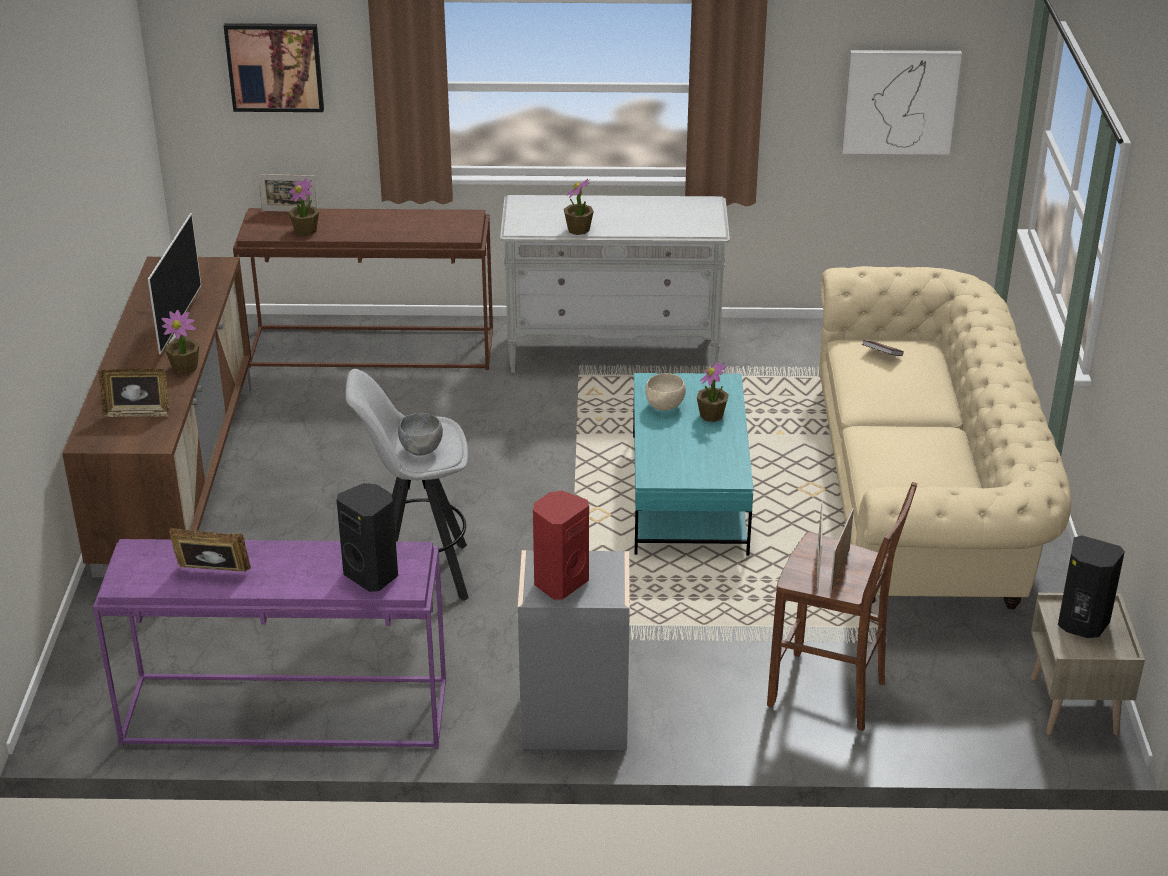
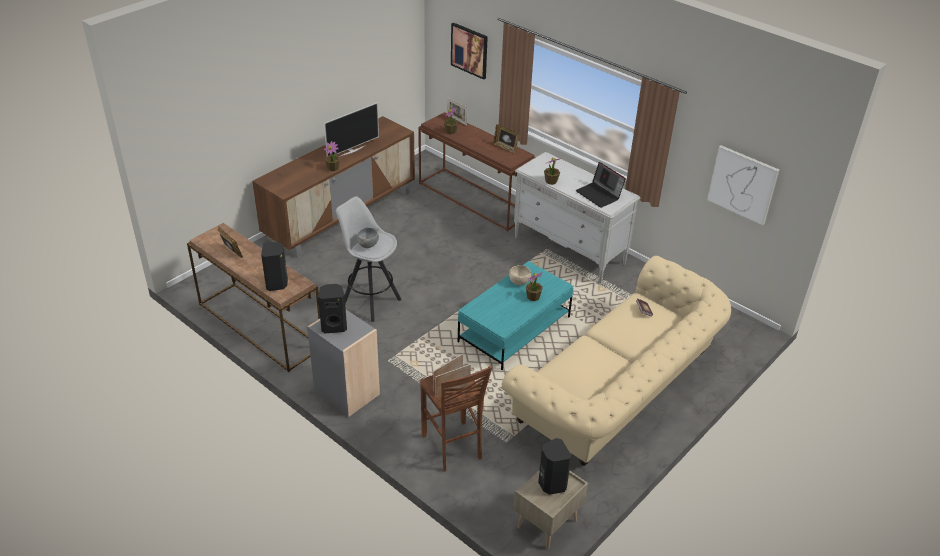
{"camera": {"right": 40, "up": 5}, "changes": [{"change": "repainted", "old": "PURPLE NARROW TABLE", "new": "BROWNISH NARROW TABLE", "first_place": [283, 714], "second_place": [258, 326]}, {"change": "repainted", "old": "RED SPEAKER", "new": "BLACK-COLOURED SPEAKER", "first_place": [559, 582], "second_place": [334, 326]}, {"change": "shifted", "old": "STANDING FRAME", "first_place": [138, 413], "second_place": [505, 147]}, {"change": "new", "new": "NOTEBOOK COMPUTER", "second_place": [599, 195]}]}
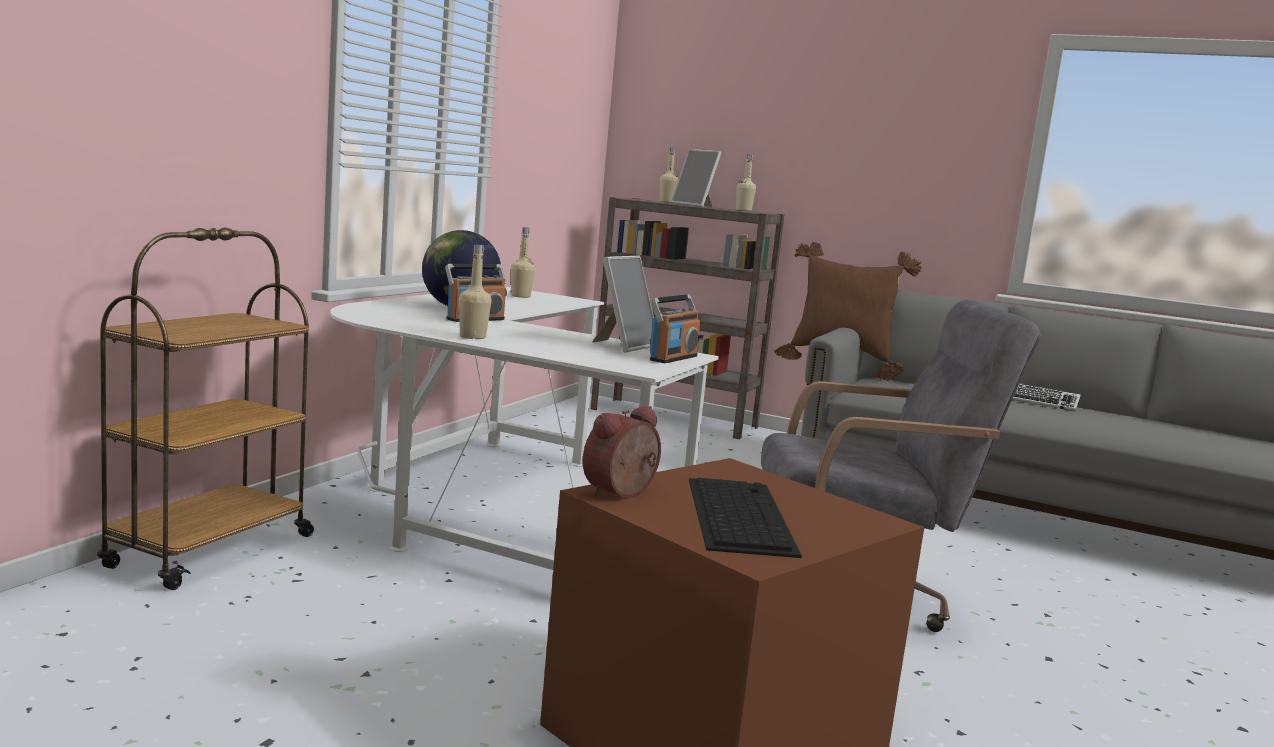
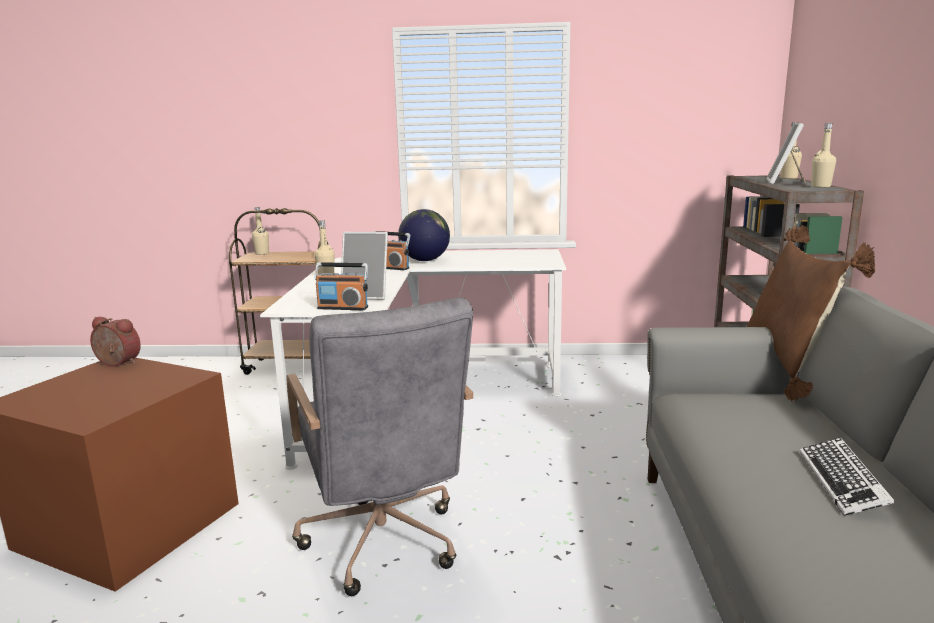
{"camera": {"right": 70, "up": 5}, "changes": [{"change": "shifted", "old": "SAND-COLOURED DRINK BOTTLE", "first_place": [520, 296], "second_place": [262, 253]}, {"change": "gone", "old": "KEYBOARD", "first_place": [738, 514]}]}
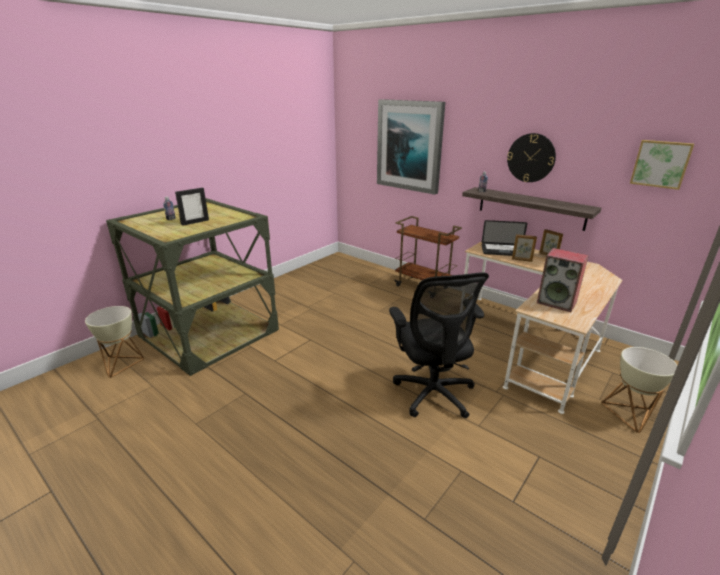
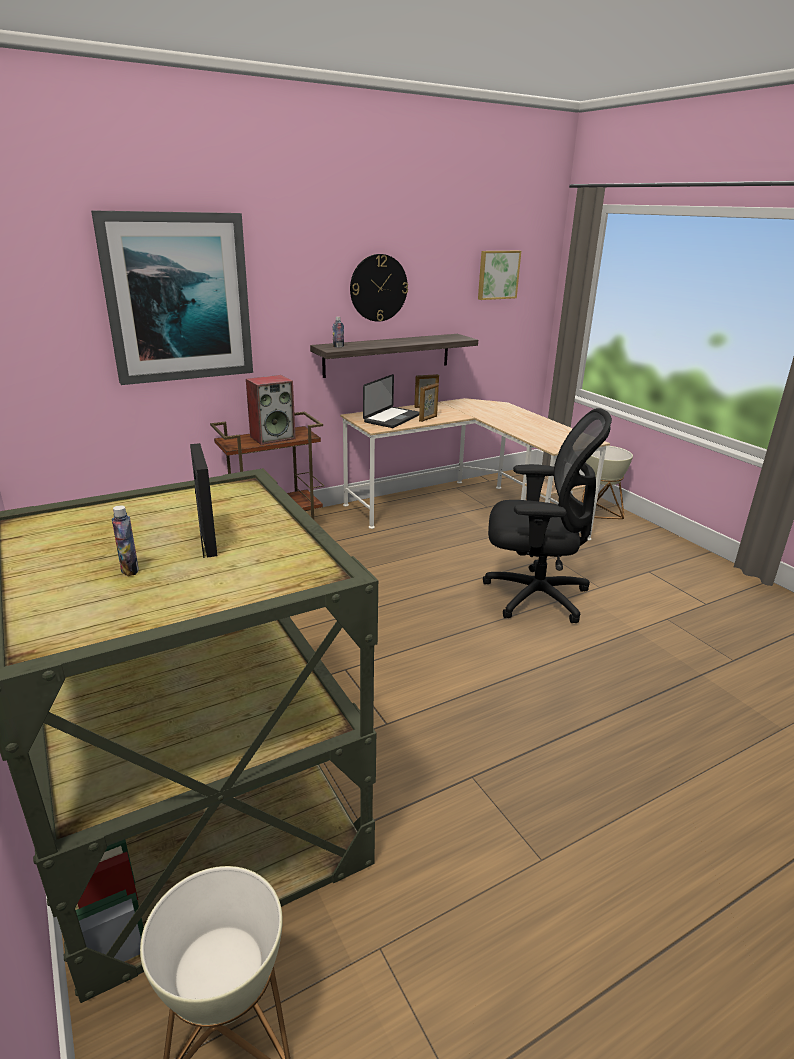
{"camera": {"right": -70, "up": 0}, "changes": [{"change": "shifted", "old": "SPEAKER", "first_place": [557, 302], "second_place": [273, 437]}]}
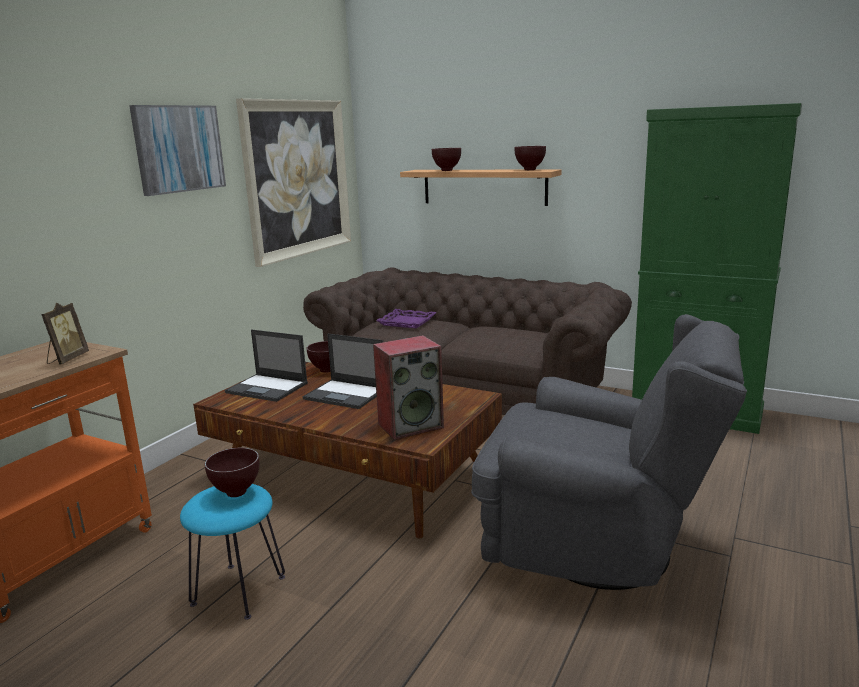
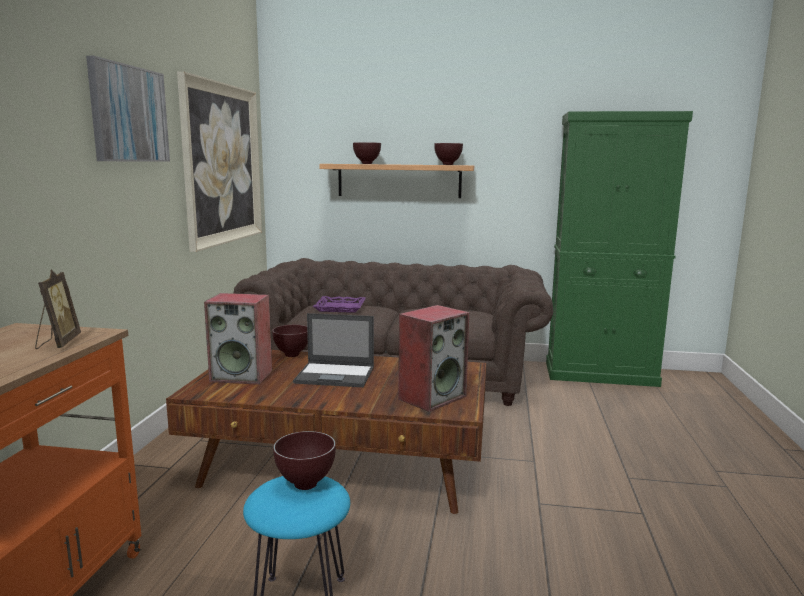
{"camera": {"right": -20, "up": -5}, "changes": [{"change": "swapped", "old": "NOTEBOOK COMPUTER", "new": "SPEAKER", "first_place": [268, 388], "second_place": [242, 376]}, {"change": "gone", "old": "GREY LOUNGE CHAIR", "first_place": [597, 547]}]}
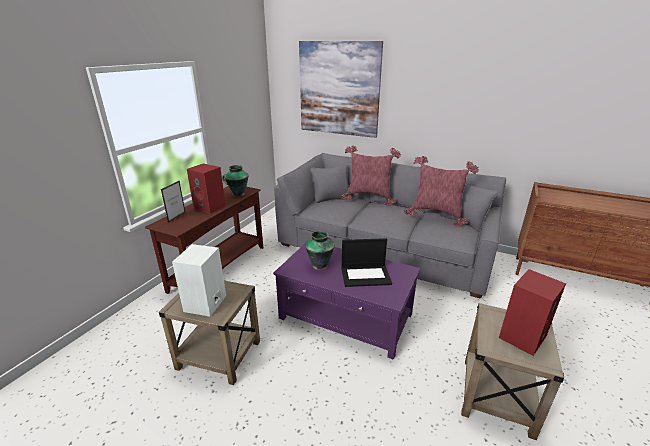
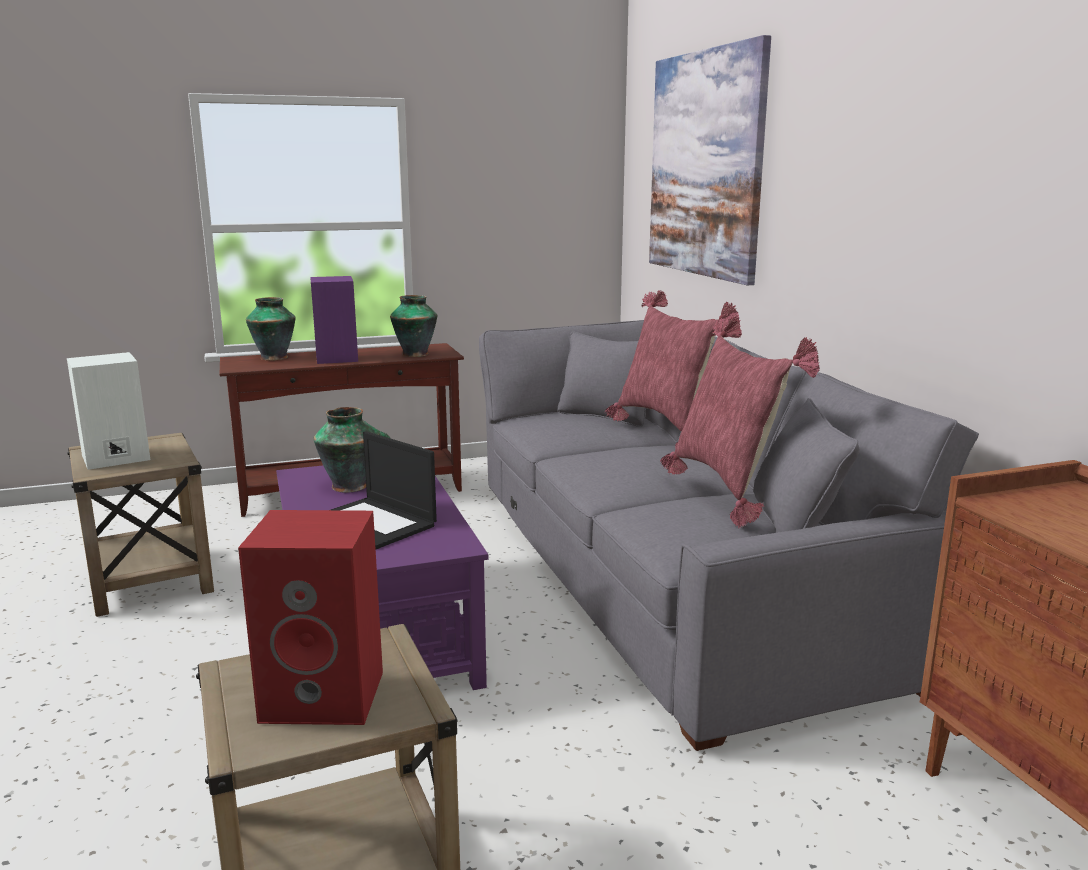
{"camera": {"right": 45, "up": -10}, "changes": [{"change": "swapped", "old": "STANDING FRAME", "new": "DECORATIVE VASE", "first_place": [177, 217], "second_place": [274, 357]}, {"change": "repainted", "old": "RED SPEAKER", "new": "PURPLE SPEAKER", "first_place": [210, 207], "second_place": [338, 358]}]}
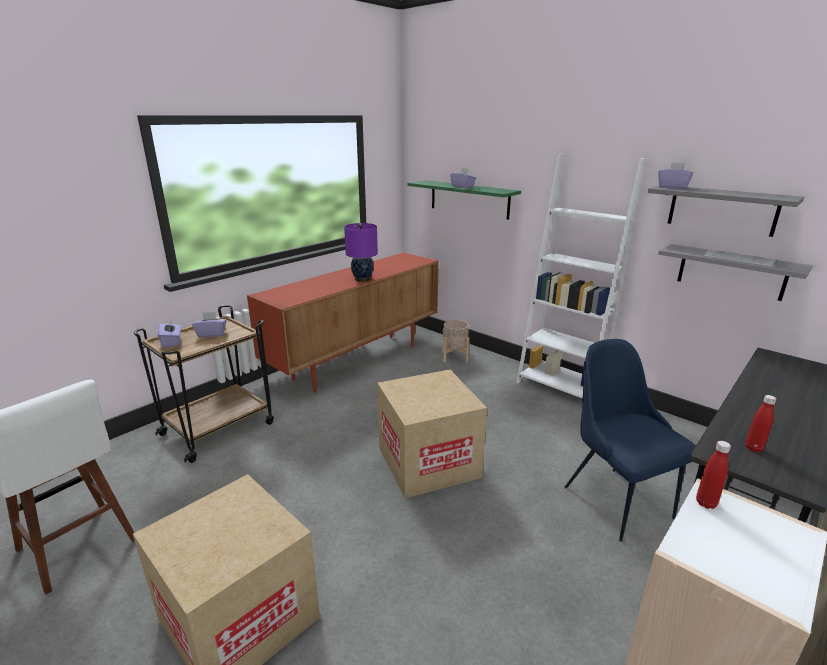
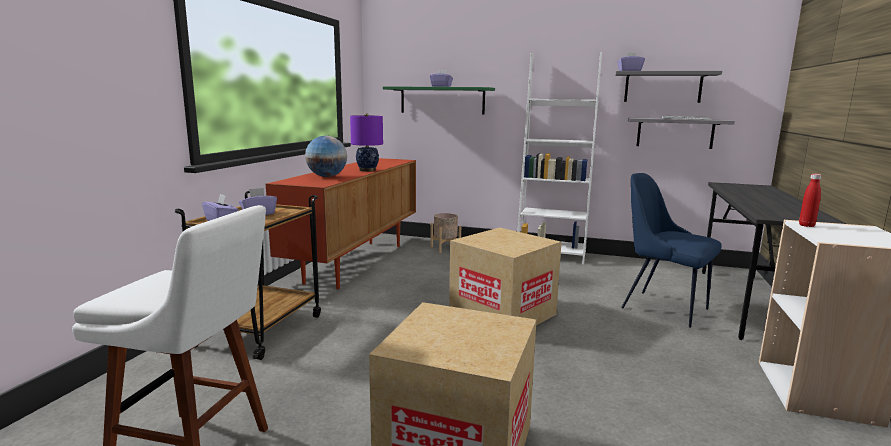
{"camera": {"right": -25, "up": -10}, "changes": [{"change": "new", "new": "GLOBE", "second_place": [327, 176]}, {"change": "gone", "old": "RED DRINK BOTTLE", "first_place": [753, 448]}]}
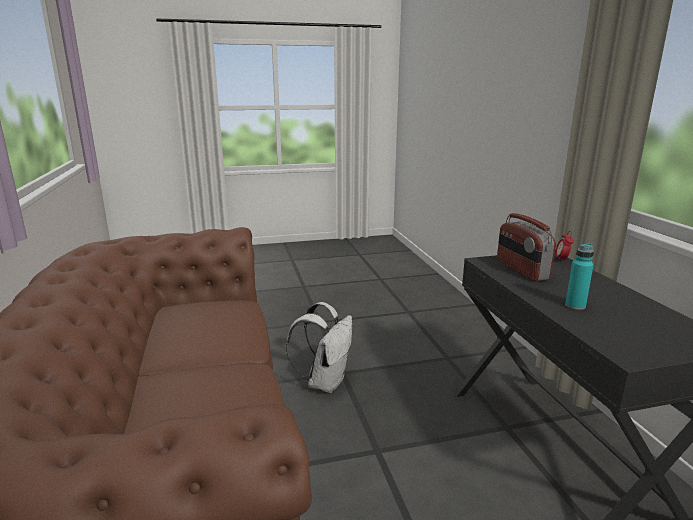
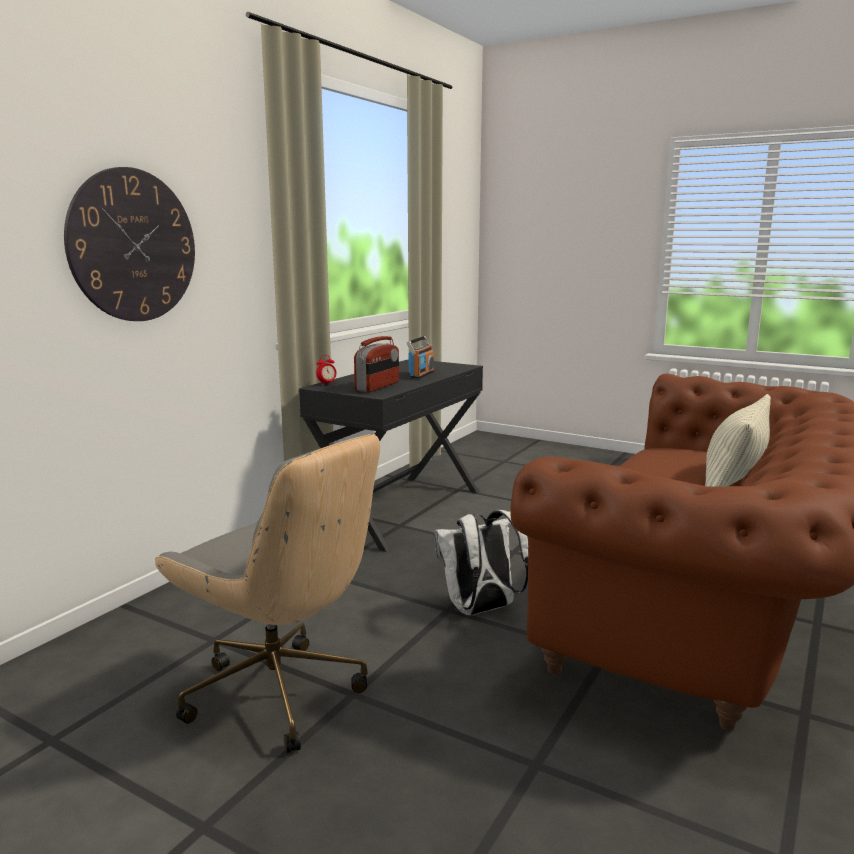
{"camera": {"right": -135, "up": -5}, "changes": [{"change": "new", "new": "CLOCK ON THE WALL", "second_place": [133, 246]}, {"change": "new", "new": "GREY DESK CHAIR", "second_place": [279, 698]}, {"change": "swapped", "old": "TURQUOISE-COLOURED DRINK BOTTLE", "new": "RADIO SET", "first_place": [575, 305], "second_place": [421, 374]}, {"change": "new", "new": "CUSHION", "second_place": [733, 482]}]}
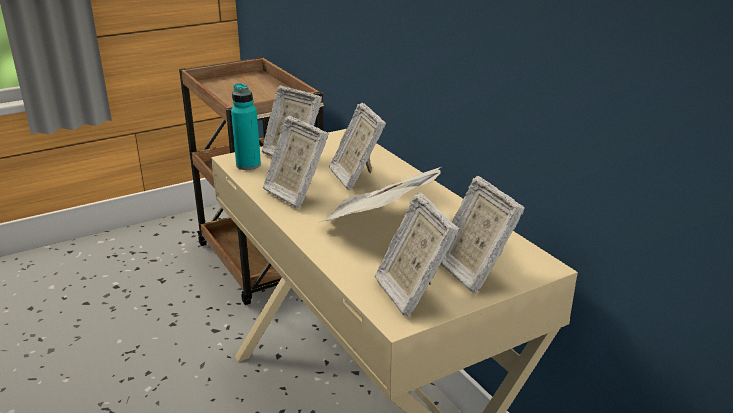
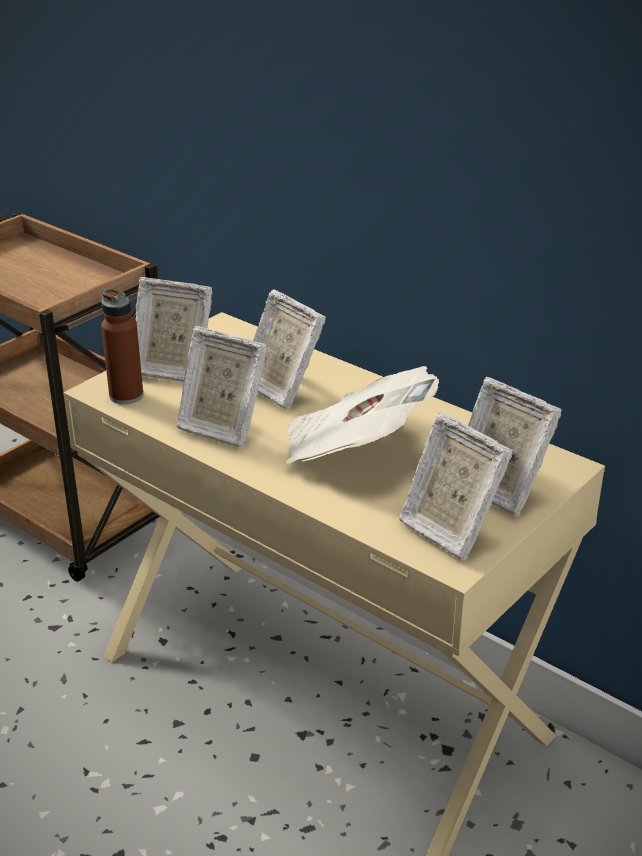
{"camera": {"right": -20, "up": 5}, "changes": [{"change": "repainted", "old": "TURQUOISE-COLOURED DRINK BOTTLE", "new": "BROWNISH DRINK BOTTLE", "first_place": [248, 165], "second_place": [126, 396]}]}
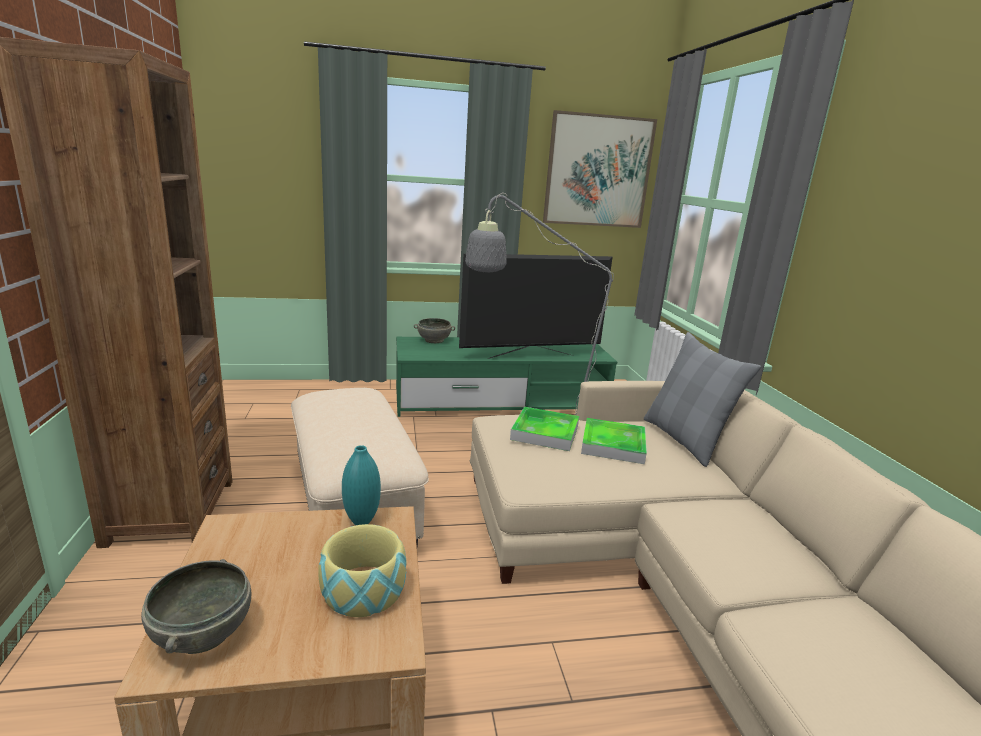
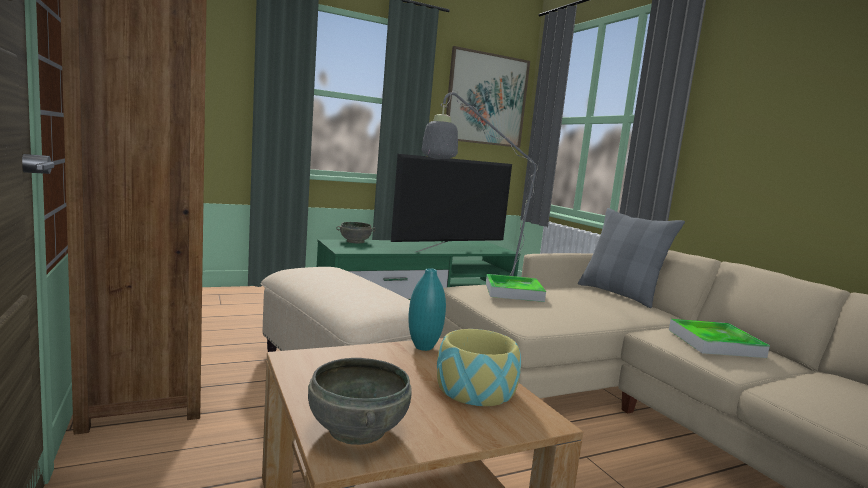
{"camera": {"right": -15, "up": -10}, "changes": [{"change": "shifted", "old": "SERVING TRAY", "first_place": [613, 445], "second_place": [715, 343]}]}
